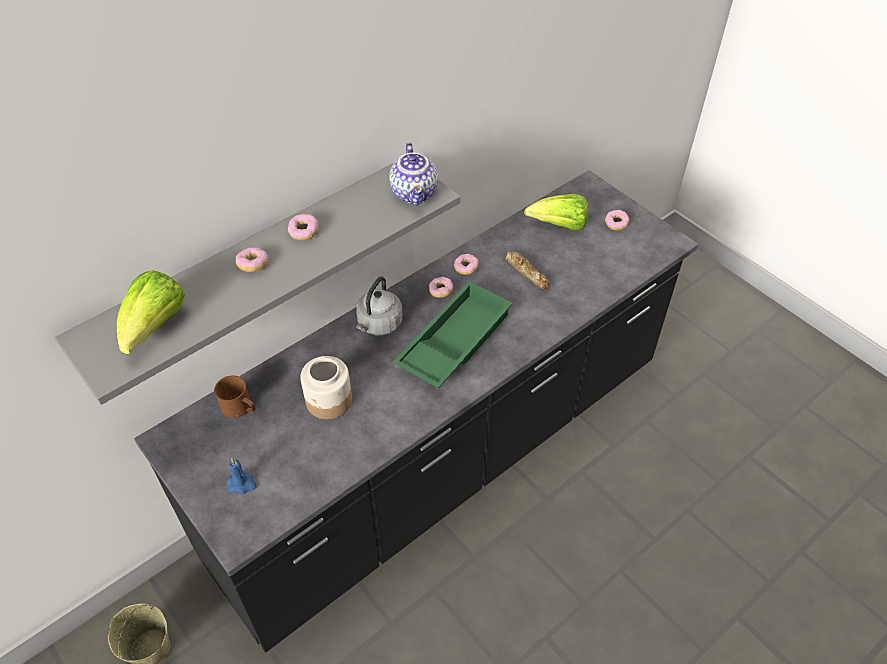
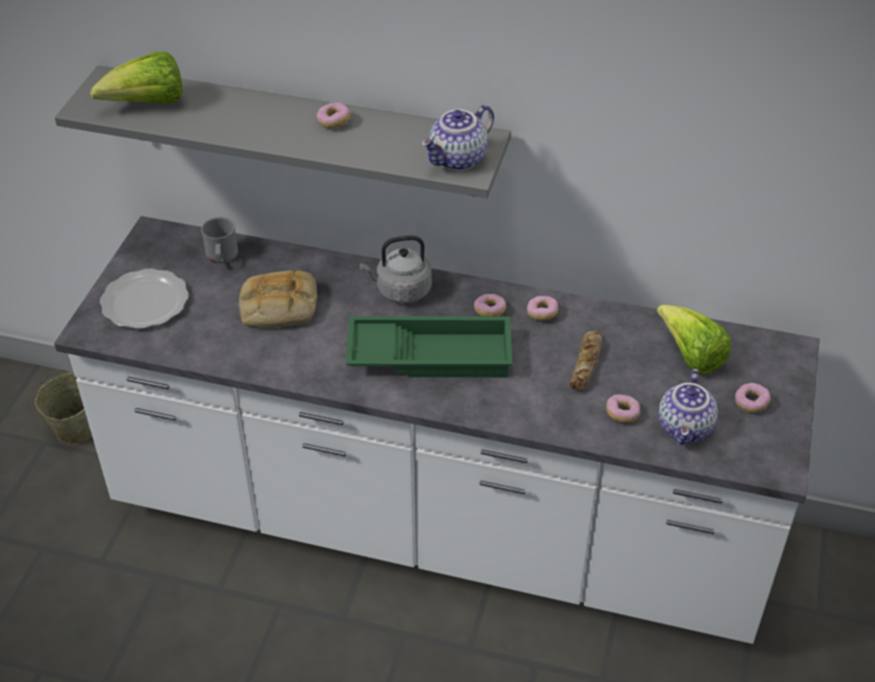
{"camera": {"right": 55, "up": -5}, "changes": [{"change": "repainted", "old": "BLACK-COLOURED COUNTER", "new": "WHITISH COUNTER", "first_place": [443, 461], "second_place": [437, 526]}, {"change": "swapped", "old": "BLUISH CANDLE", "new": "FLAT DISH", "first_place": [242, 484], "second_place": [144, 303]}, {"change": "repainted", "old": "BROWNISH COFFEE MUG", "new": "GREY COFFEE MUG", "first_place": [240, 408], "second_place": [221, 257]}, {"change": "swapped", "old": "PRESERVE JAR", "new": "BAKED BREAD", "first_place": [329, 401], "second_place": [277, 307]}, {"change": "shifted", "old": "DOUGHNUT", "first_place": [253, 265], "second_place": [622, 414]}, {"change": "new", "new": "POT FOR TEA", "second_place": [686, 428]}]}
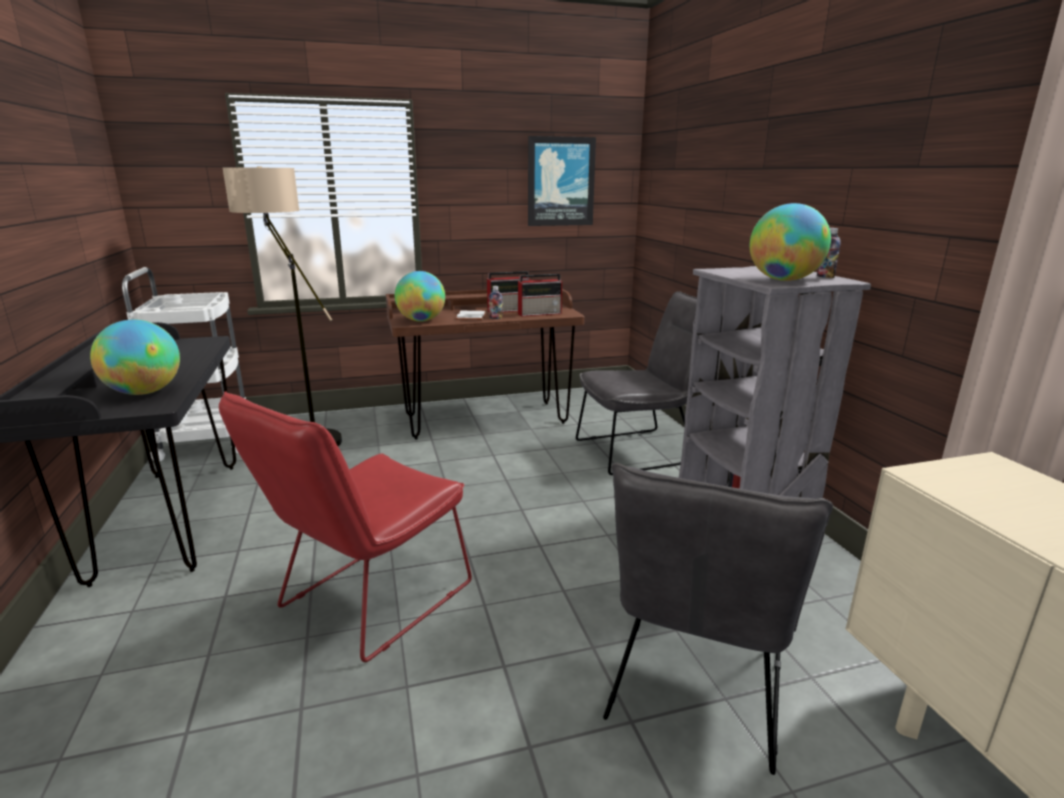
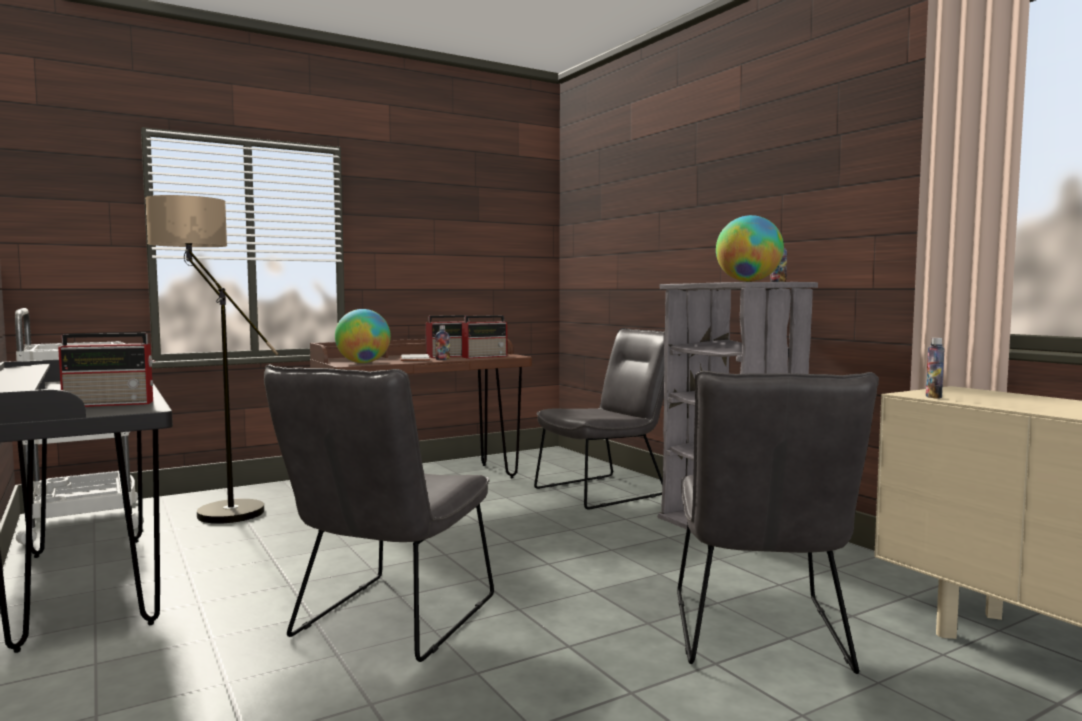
{"camera": {"right": -15, "up": -15}, "changes": [{"change": "swapped", "old": "GLOBE", "new": "RADIO SET", "first_place": [145, 392], "second_place": [111, 404]}, {"change": "repainted", "old": "RED CHAIR", "new": "GREY CHAIR", "first_place": [367, 602], "second_place": [388, 622]}, {"change": "new", "new": "DRINK BOTTLE", "second_place": [933, 397]}, {"change": "gone", "old": "PICTURE", "first_place": [560, 182]}]}
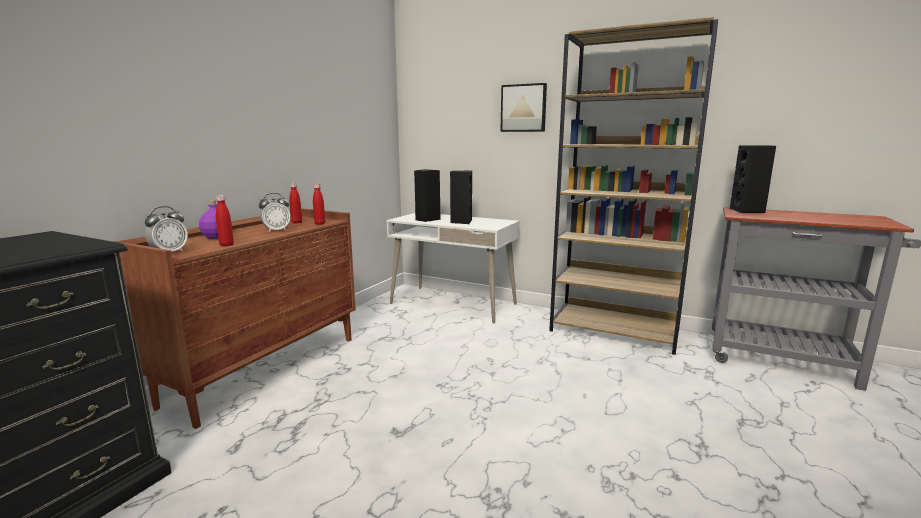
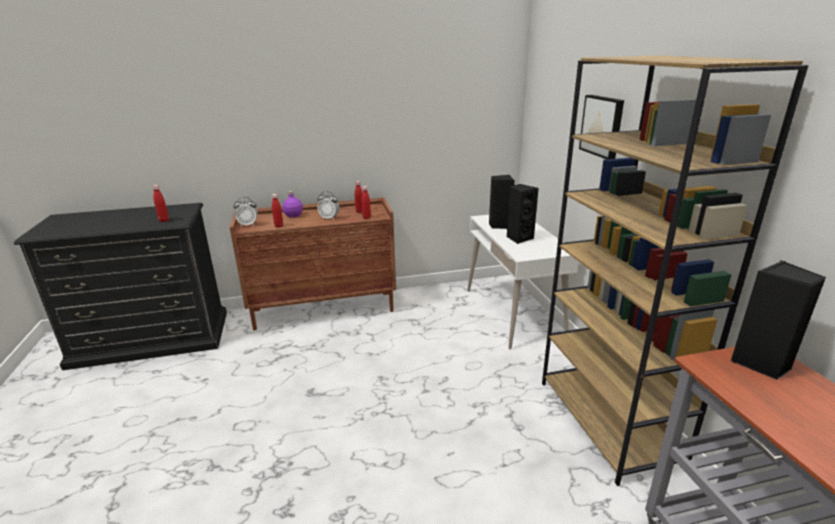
{"camera": {"right": 50, "up": 10}, "changes": [{"change": "new", "new": "RED DRINK BOTTLE", "second_place": [164, 220]}]}
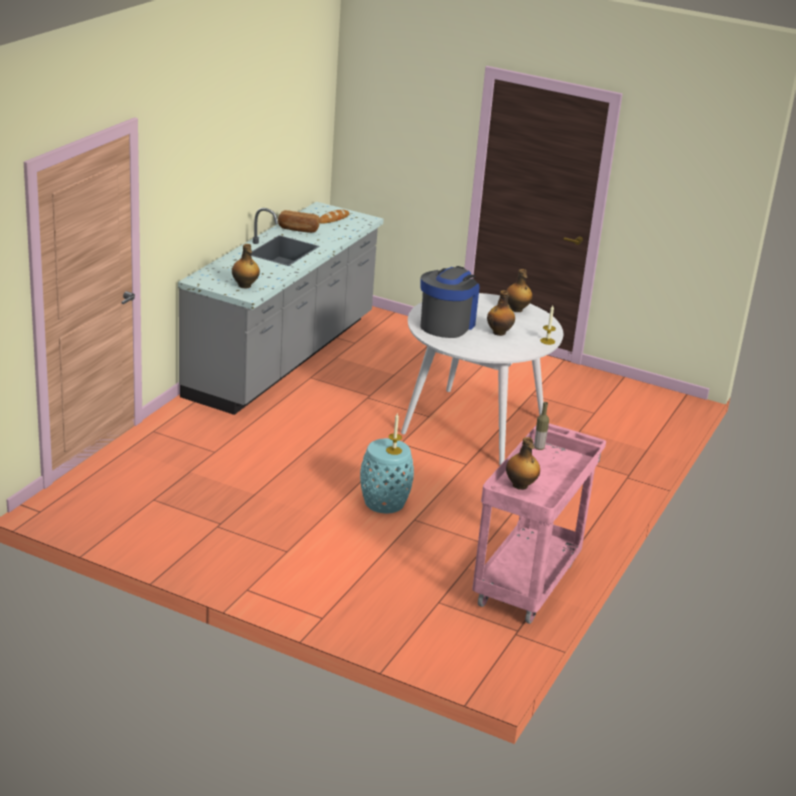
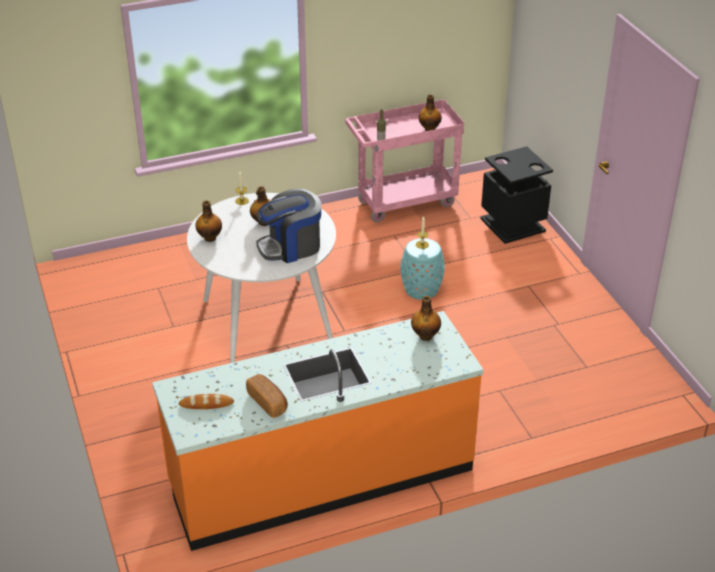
{"camera": {"right": -135, "up": 10}, "changes": [{"change": "repainted", "old": "GREY COUNTER", "new": "ORANGEY COUNTER", "first_place": [283, 357], "second_place": [321, 477]}, {"change": "new", "new": "BLACK-COLOURED WASTE BIN", "second_place": [513, 225]}]}
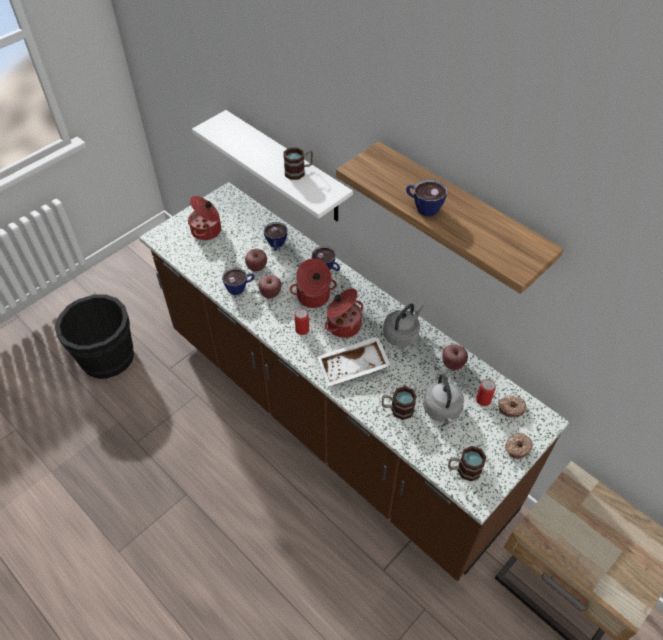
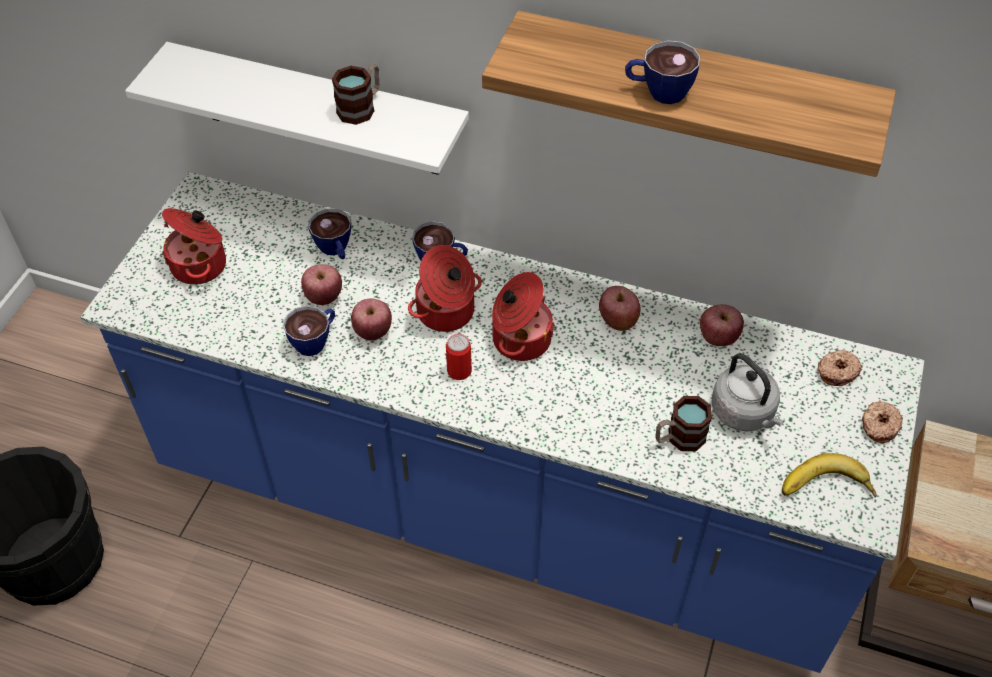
{"camera": {"right": -25, "up": 0}, "changes": [{"change": "repainted", "old": "BROWNISH COUNTER", "new": "BLUISH COUNTER", "first_place": [331, 419], "second_place": [496, 509]}, {"change": "swapped", "old": "GREY KETTLE", "new": "WHOLE APPLE", "first_place": [402, 334], "second_place": [618, 321]}, {"change": "swapped", "old": "COFFEE MUG", "new": "BANANA", "first_place": [463, 470], "second_place": [826, 489]}, {"change": "gone", "old": "WHITISH SERVING TRAY", "first_place": [353, 367]}, {"change": "gone", "old": "METAL CAN", "first_place": [483, 400]}]}
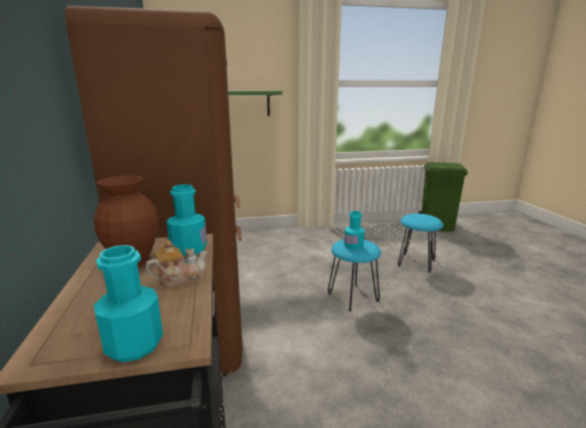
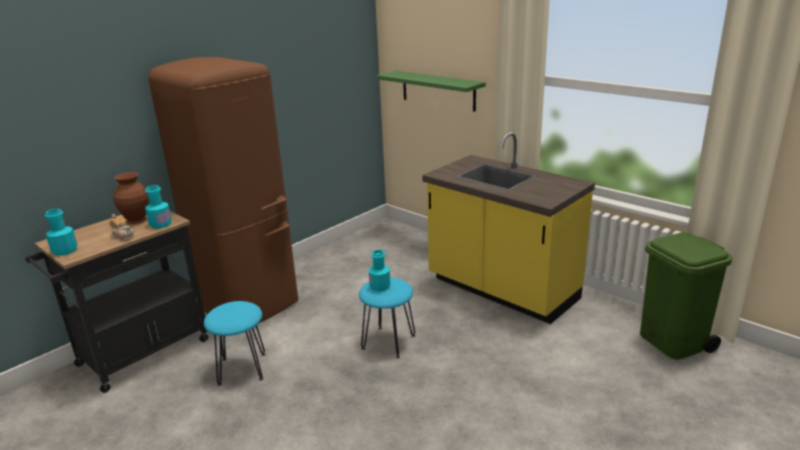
{"camera": {"right": 55, "up": 5}, "changes": [{"change": "shifted", "old": "TURQUOISE-COLOURED STOOL SEAT", "first_place": [416, 262], "second_place": [242, 369]}, {"change": "new", "new": "YELLOWISH COUNTER", "second_place": [501, 290]}]}
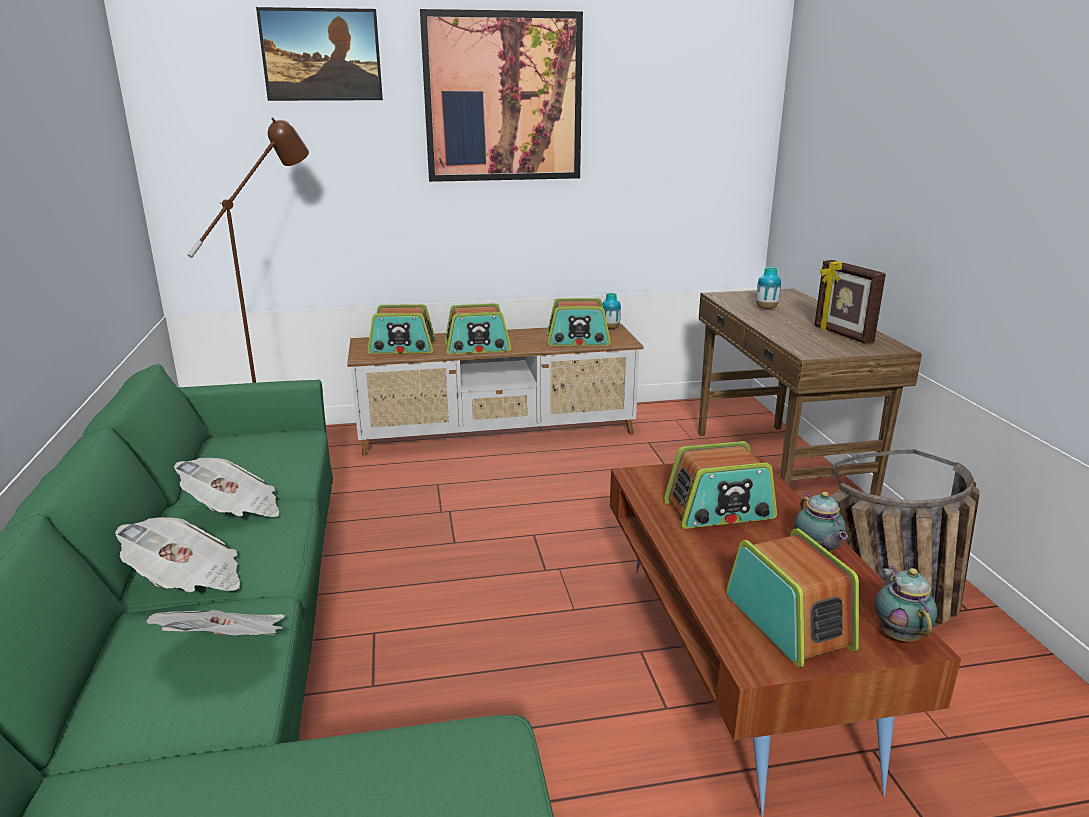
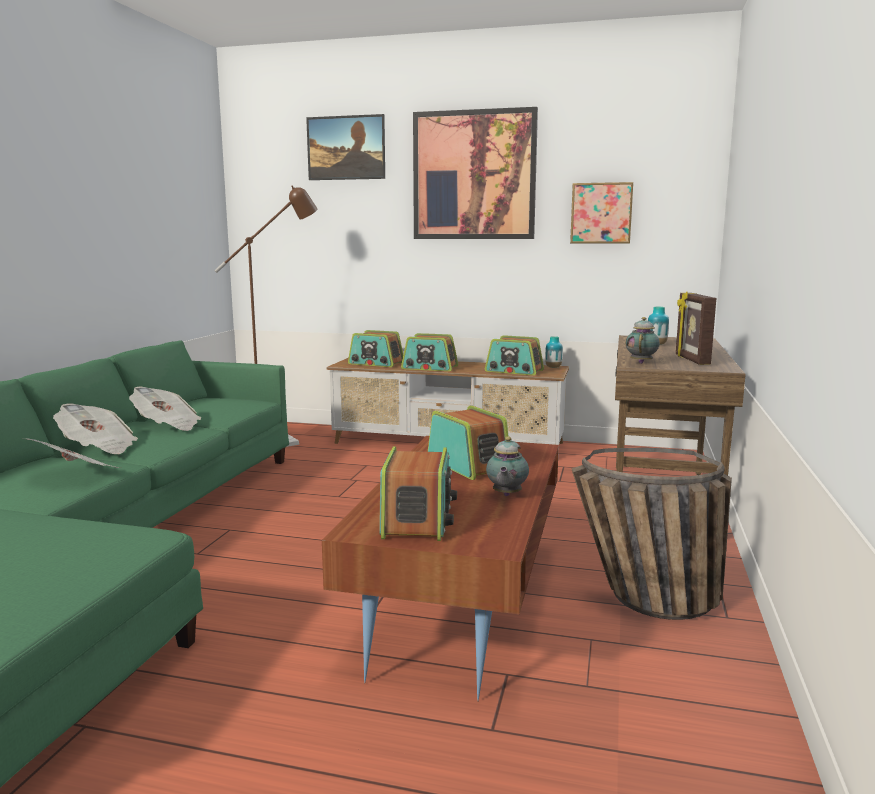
{"camera": {"right": 25, "up": -10}, "changes": [{"change": "rotated", "old": "RADIO SET", "first_place": [719, 511], "second_place": [469, 464], "degrees": -135}, {"change": "new", "new": "PICTURE", "second_place": [601, 213]}, {"change": "shifted", "old": "POT FOR TEA", "first_place": [898, 634], "second_place": [641, 362]}]}
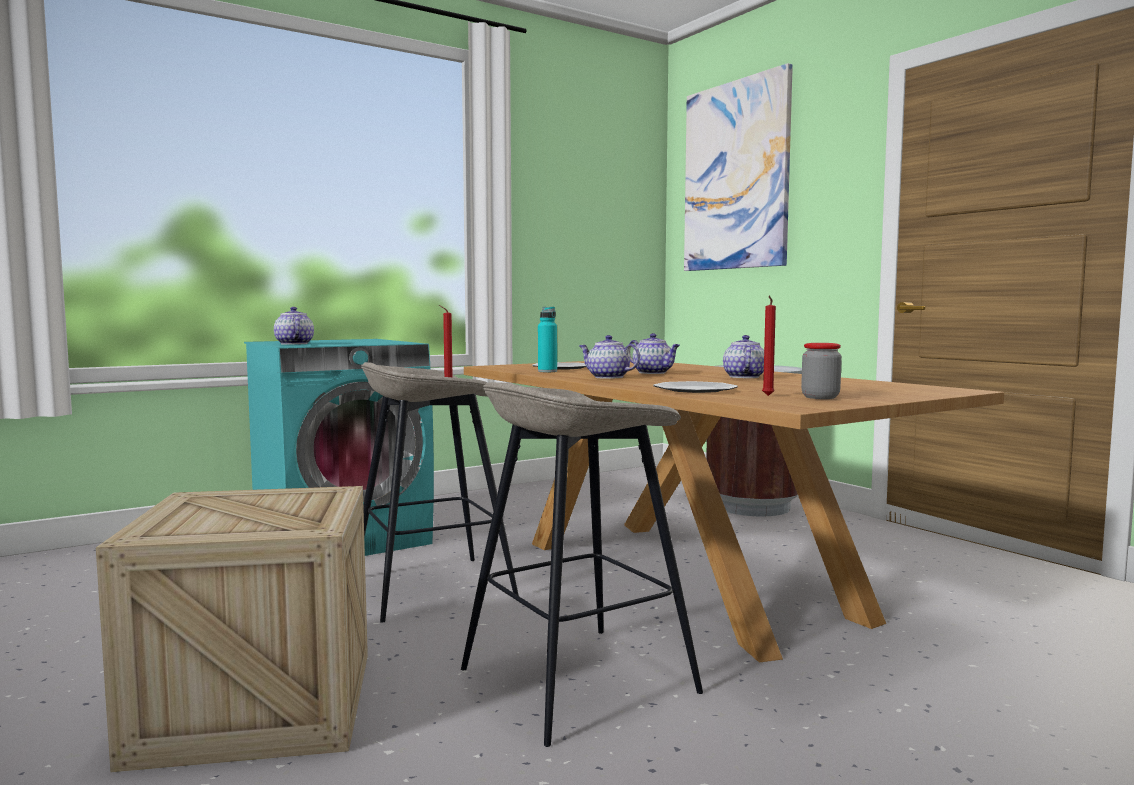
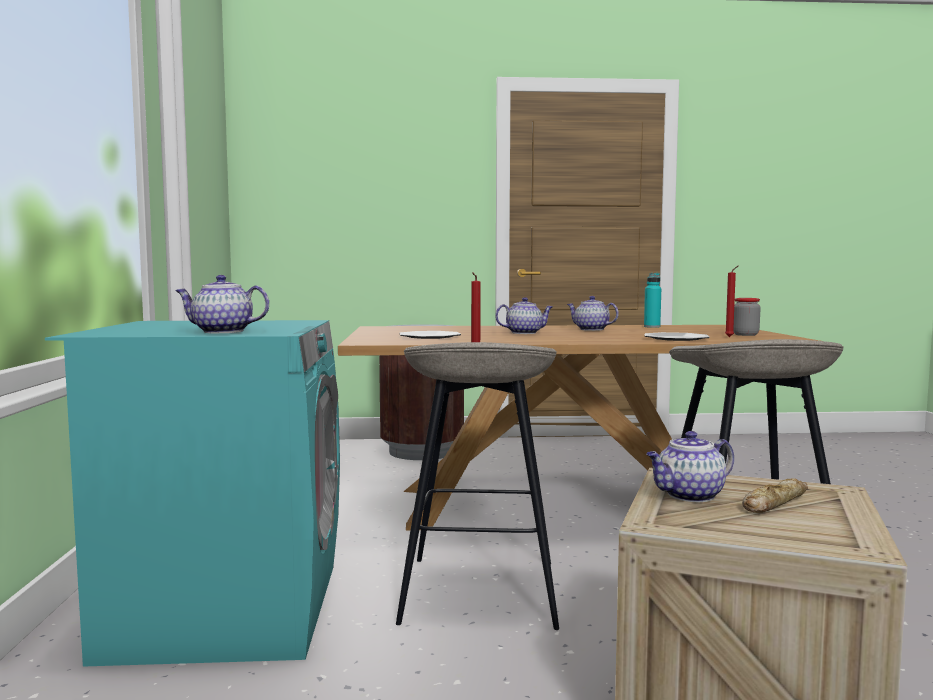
{"camera": {"right": -60, "up": 0}, "changes": [{"change": "shifted", "old": "TURQUOISE-COLOURED DRINK BOTTLE", "first_place": [547, 371], "second_place": [652, 327]}, {"change": "shifted", "old": "POT FOR TEA", "first_place": [607, 377], "second_place": [689, 496]}, {"change": "new", "new": "BAKED BREAD", "second_place": [773, 503]}, {"change": "gone", "old": "PICTURE", "first_place": [736, 176]}]}
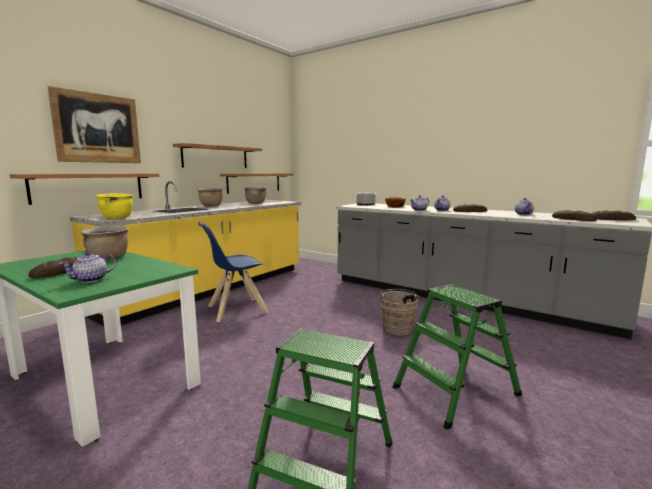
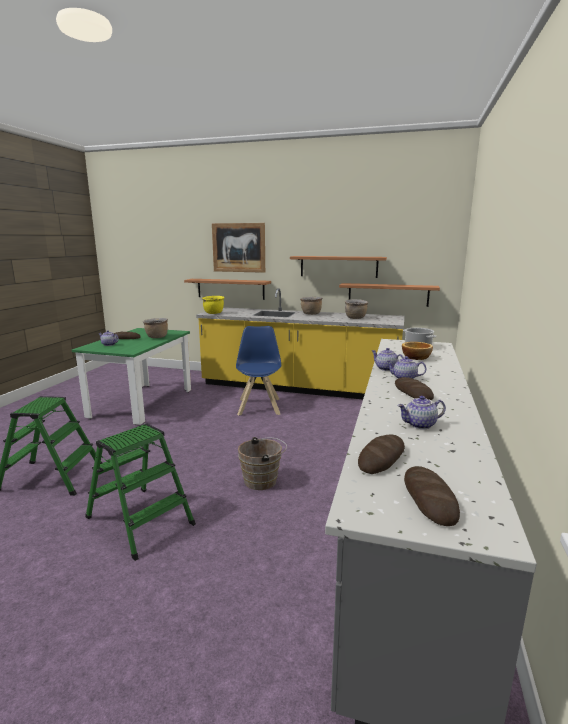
{"camera": {"right": 70, "up": 5}, "changes": [{"change": "rotated", "old": "BLUISH CHAIR", "first_place": [235, 310], "second_place": [259, 406], "degrees": 45}]}
